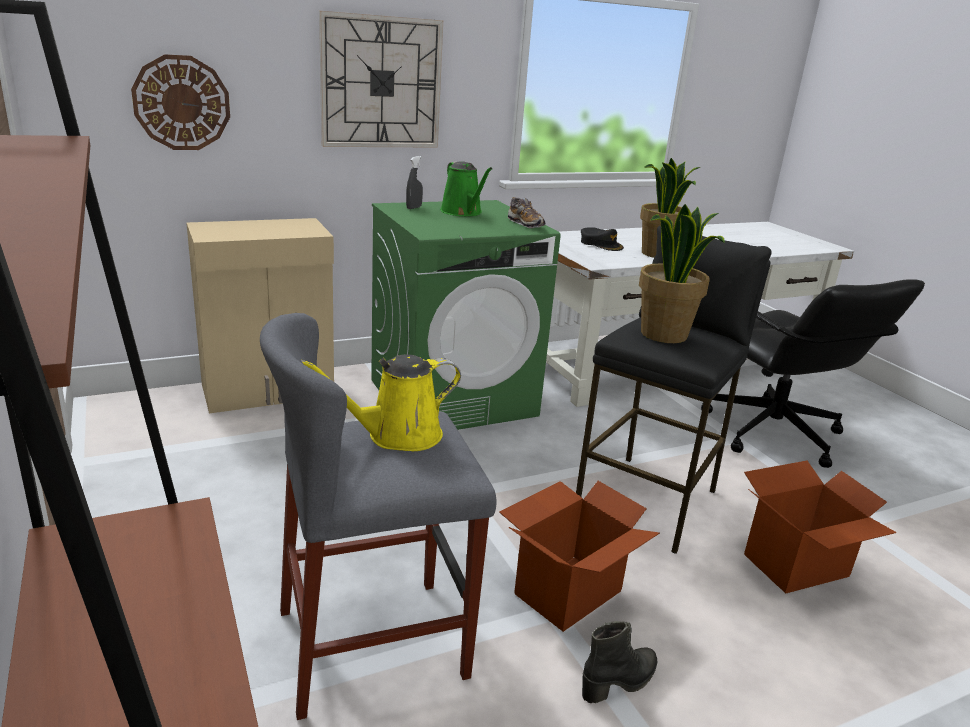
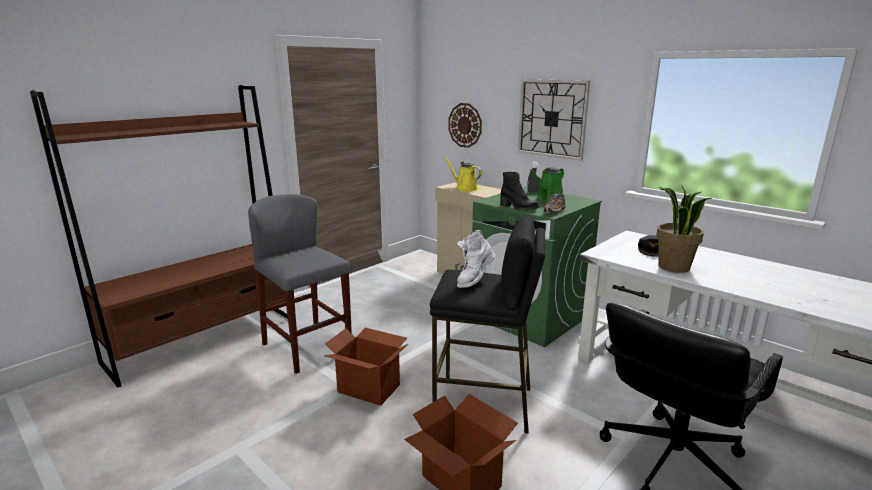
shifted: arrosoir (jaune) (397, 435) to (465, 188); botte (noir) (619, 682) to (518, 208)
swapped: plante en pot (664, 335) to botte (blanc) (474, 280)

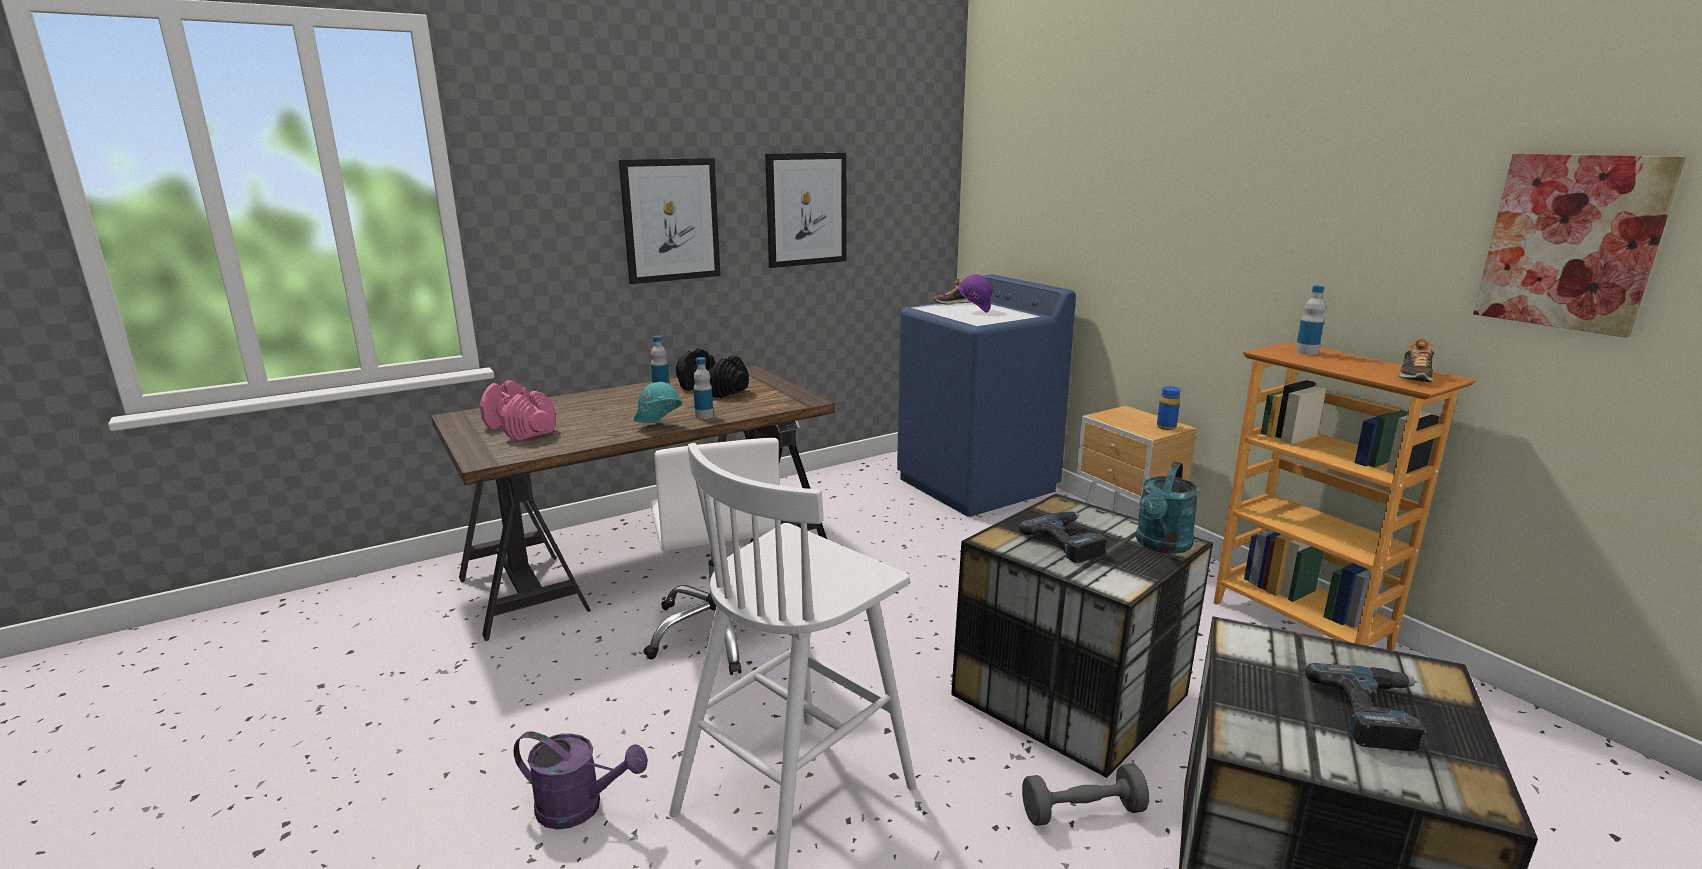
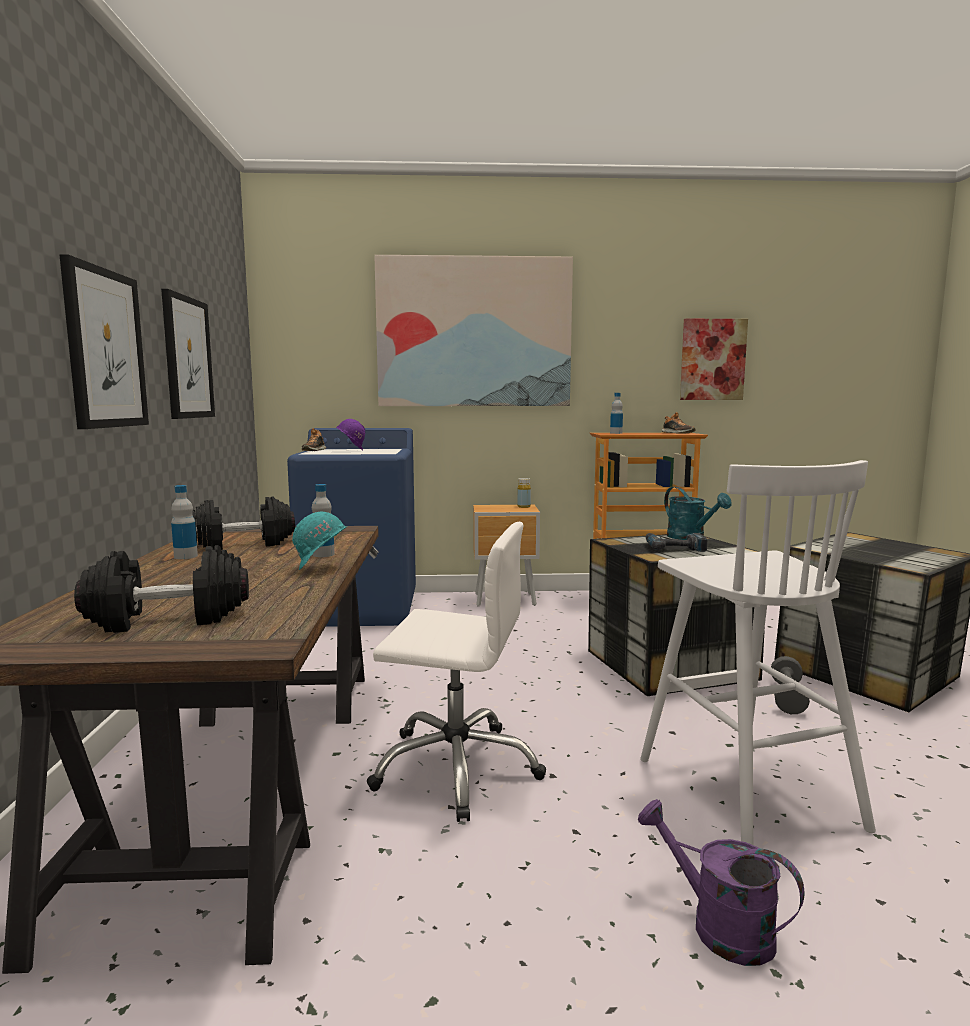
gone: perceuse (1375, 713)
new: tableau (474, 332)
repainted: haltère (rose) (519, 429) to haltère (noir) (168, 619); bouteille (bleu) (1166, 427) to bouteille (jaune) (524, 506)
rotated: arrosoir (violet) (580, 808) = (718, 925) 90 degrees counterclockwise

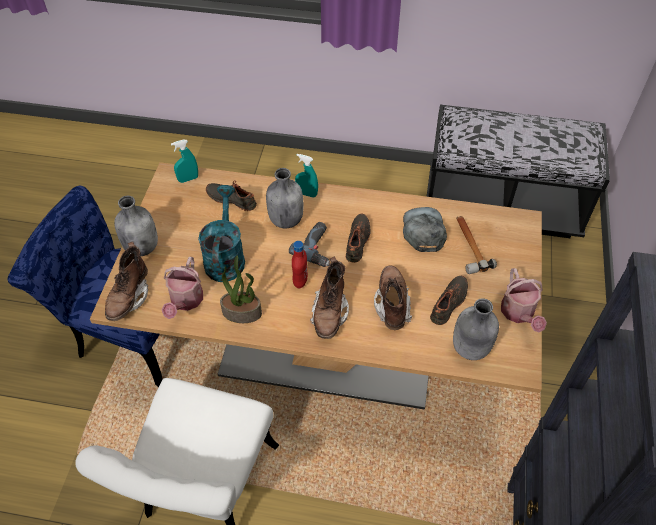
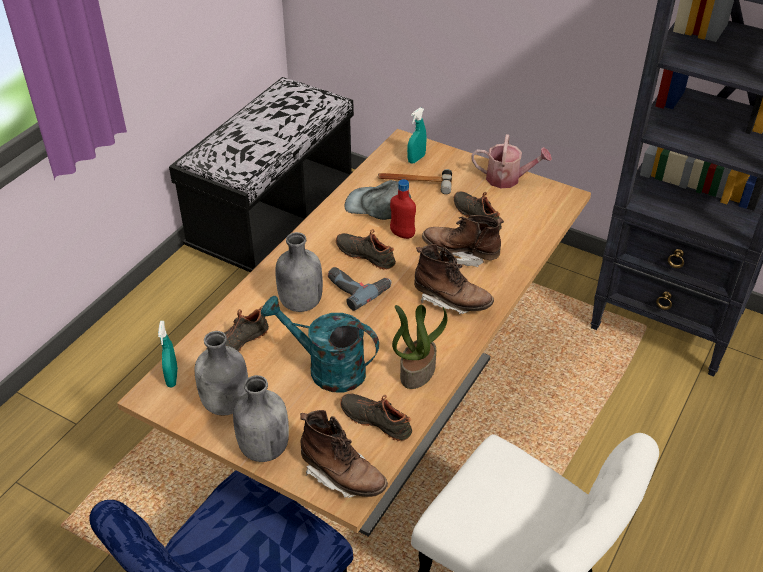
shifted: bouteille (gris) (470, 348) to (226, 404); bouteille (rouge) (300, 281) to (402, 234); vaporisateur (turquoise) (307, 194) to (416, 159)
swapped: arrosoir (185, 301) to chaussure (noir) (377, 420)

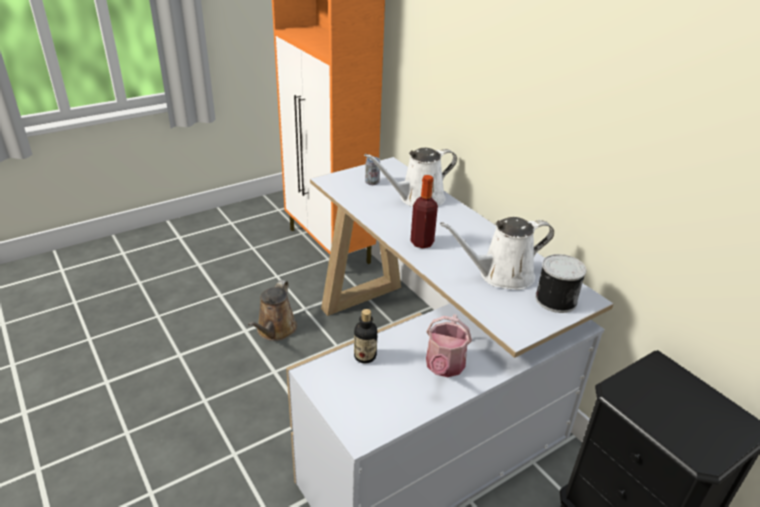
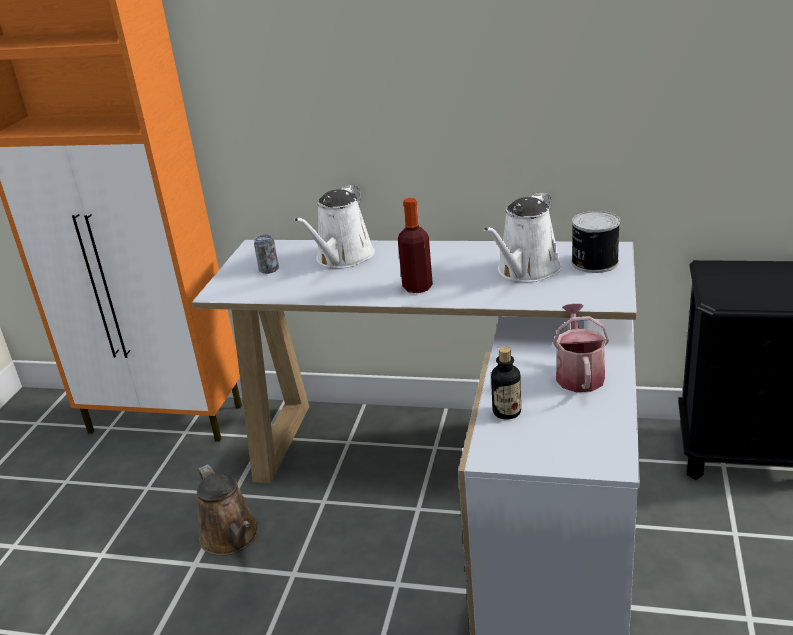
rotated: arrosoir (444, 367) = (579, 374) 150 degrees counterclockwise

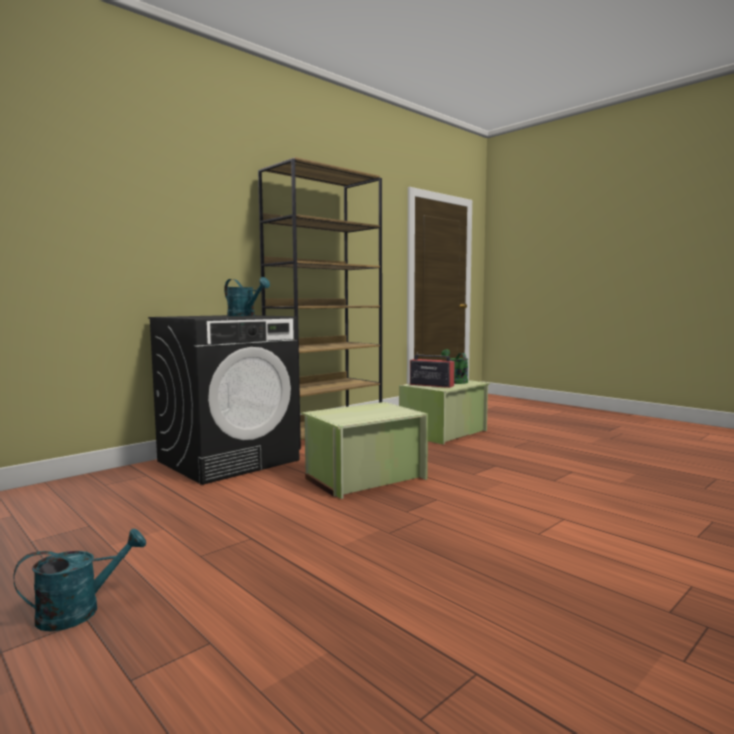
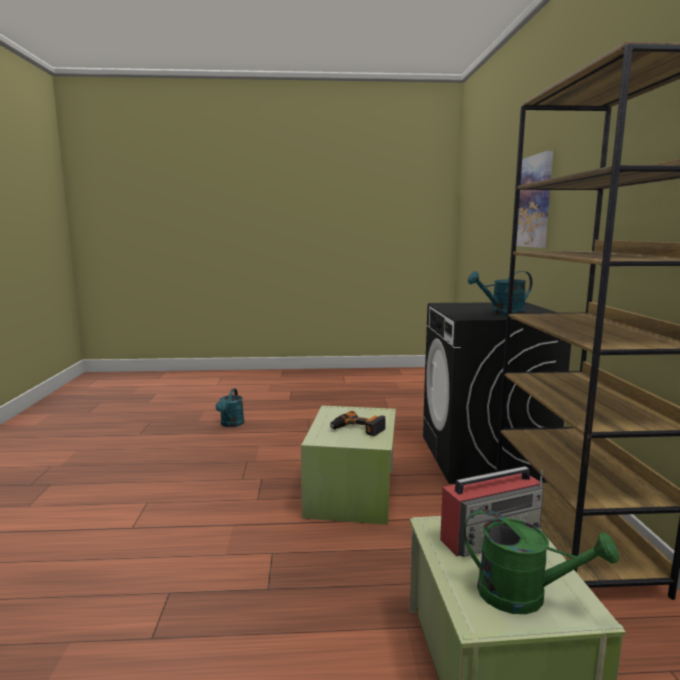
new: perceuse (357, 429); tableau (534, 202)
shifted: arrosoir (turquoise) (80, 611) to (231, 424)

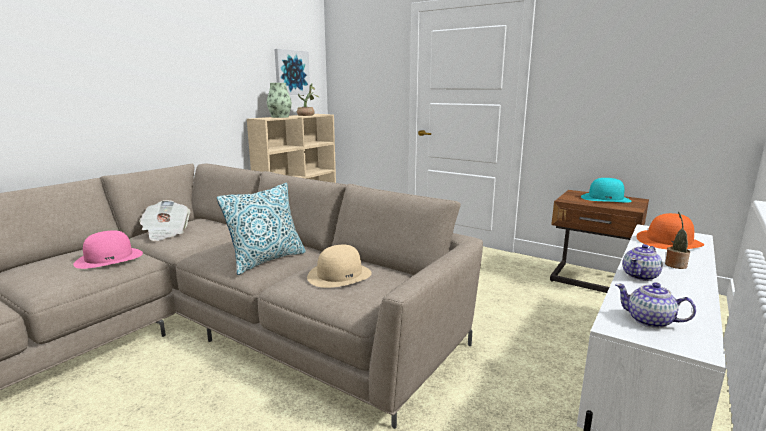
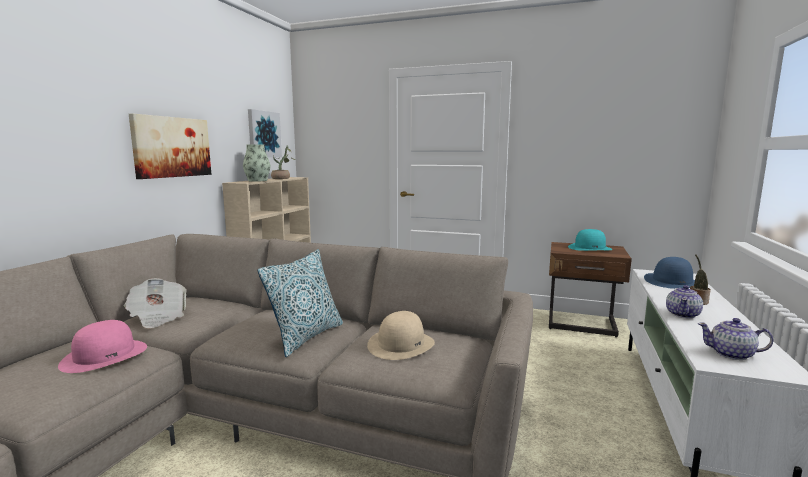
new: tableau (172, 147)
repainted: chapeau (orange) (669, 241) to chapeau (bleu) (672, 281)

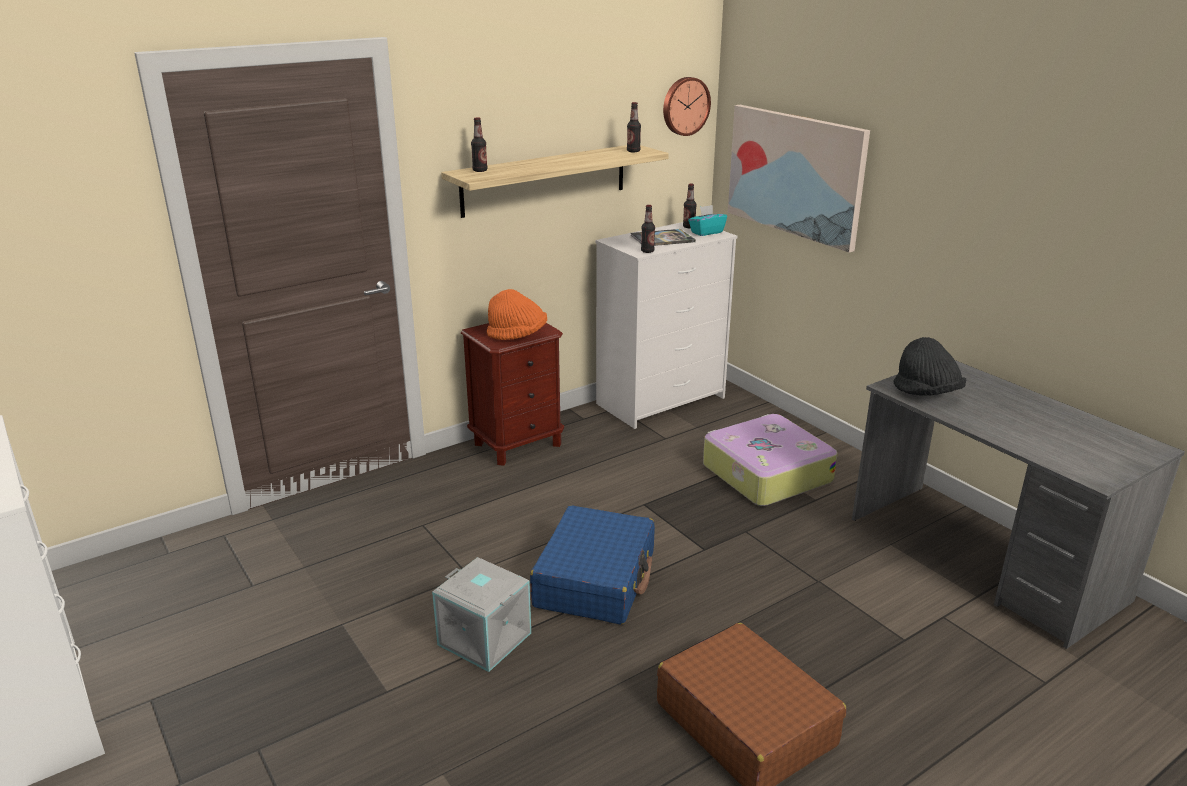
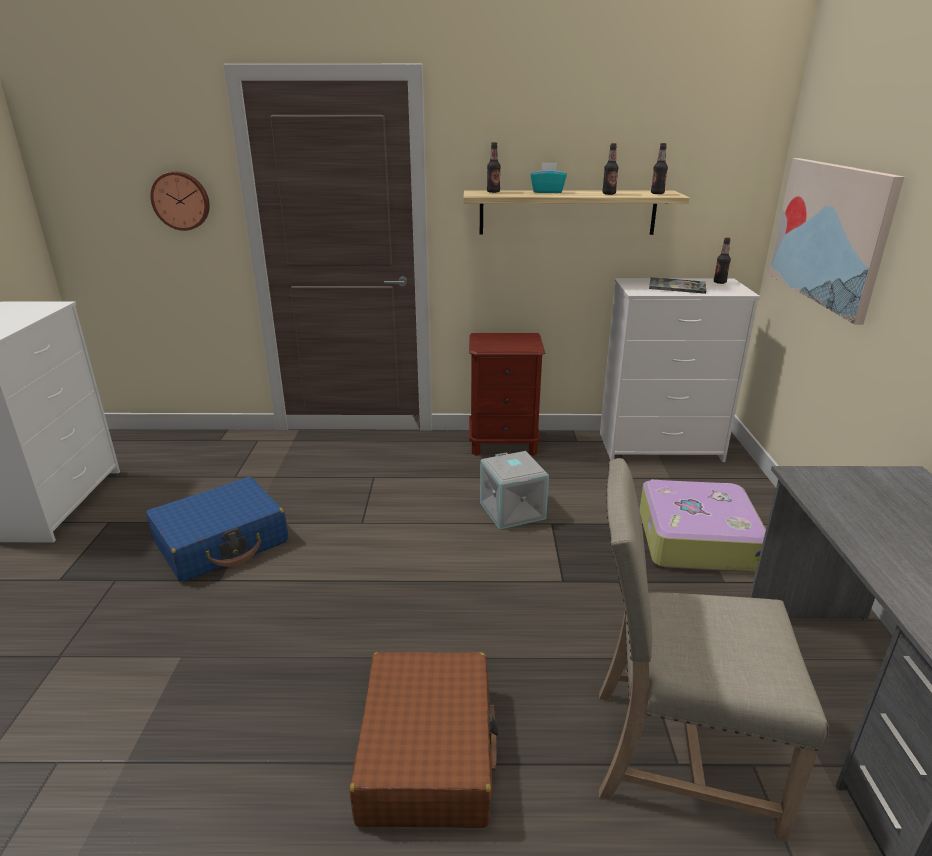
gone: chapeau (orange) (518, 336); chapeau (noir) (926, 394)
new: chaise (beige) (675, 753)
shifted: valise (bleu) (595, 579) to (222, 542); horloge murale (685, 106) to (181, 201); boîte de rangement (gris) (486, 638) to (513, 510); boîte à mouchoirs (turquoise) (706, 232) to (547, 192); bouteille (647, 251) to (608, 194)

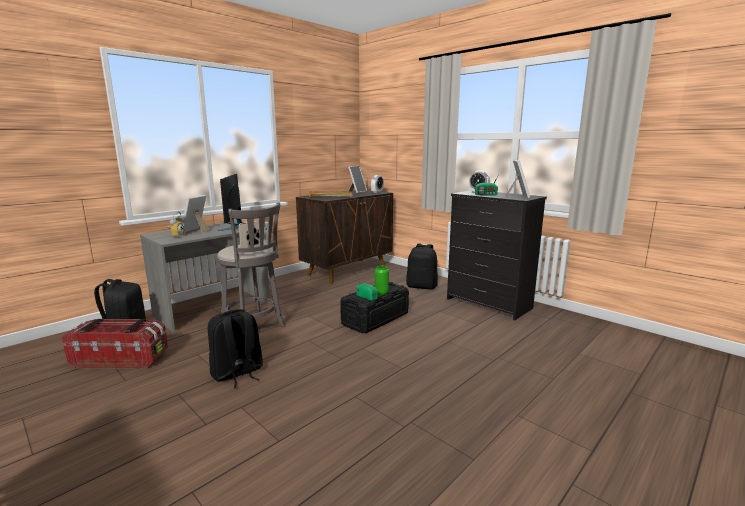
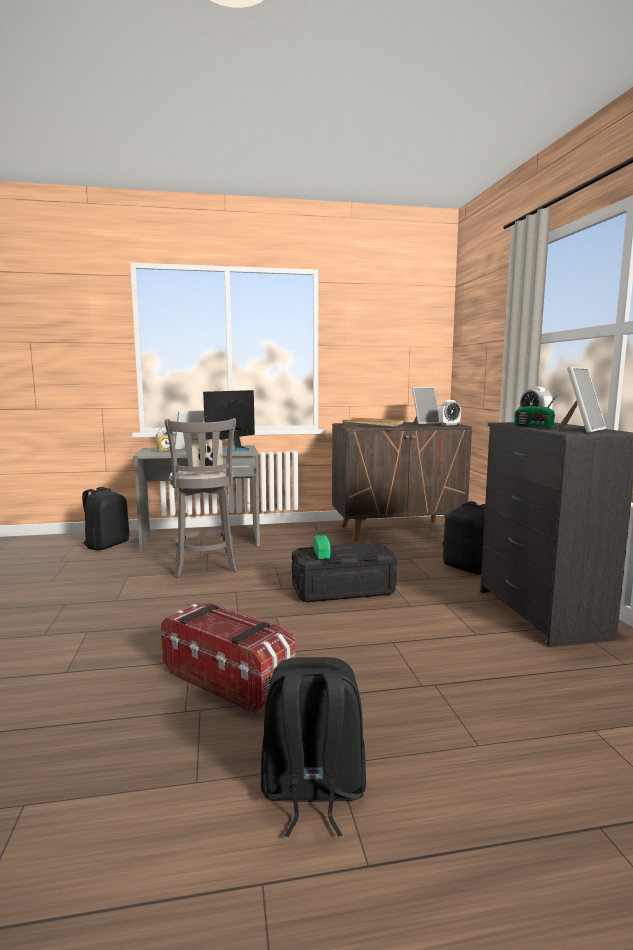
gone: vase (vert) (381, 293)
shifted: boîte de rangement (121, 359) to (229, 679); sac à dos (noir) (237, 373) to (312, 792)

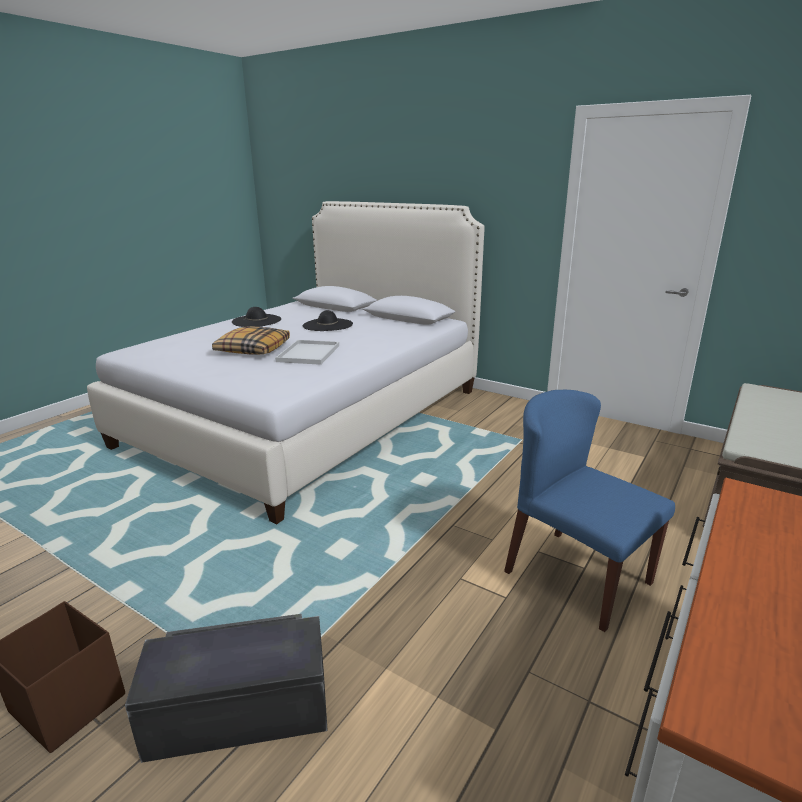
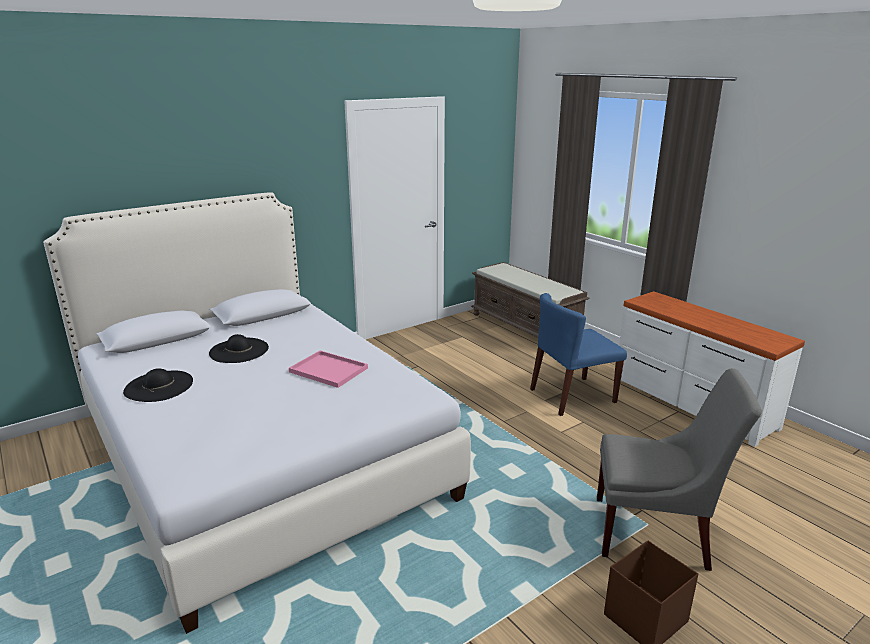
gone: coussin (253, 349)
swapped: boîte de rangement (noir) (239, 709) to chaise (gris) (656, 533)
repainted: plateau (blanc) (308, 353) to plateau (rose) (327, 370)

